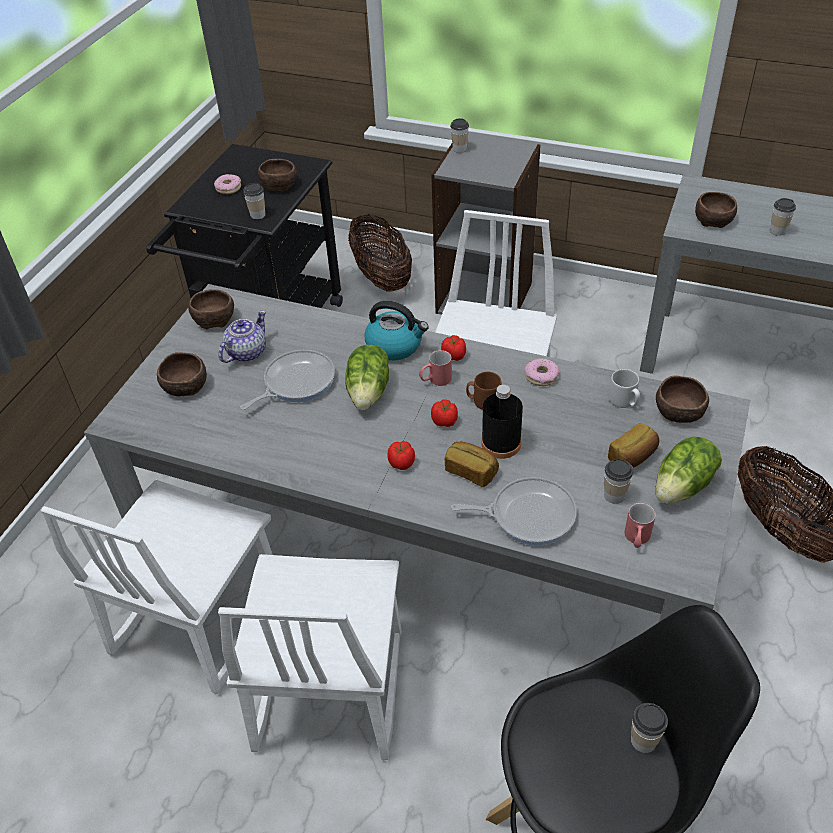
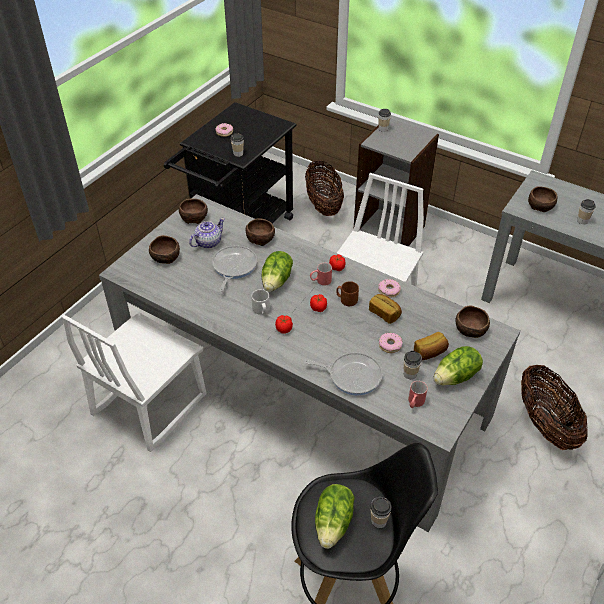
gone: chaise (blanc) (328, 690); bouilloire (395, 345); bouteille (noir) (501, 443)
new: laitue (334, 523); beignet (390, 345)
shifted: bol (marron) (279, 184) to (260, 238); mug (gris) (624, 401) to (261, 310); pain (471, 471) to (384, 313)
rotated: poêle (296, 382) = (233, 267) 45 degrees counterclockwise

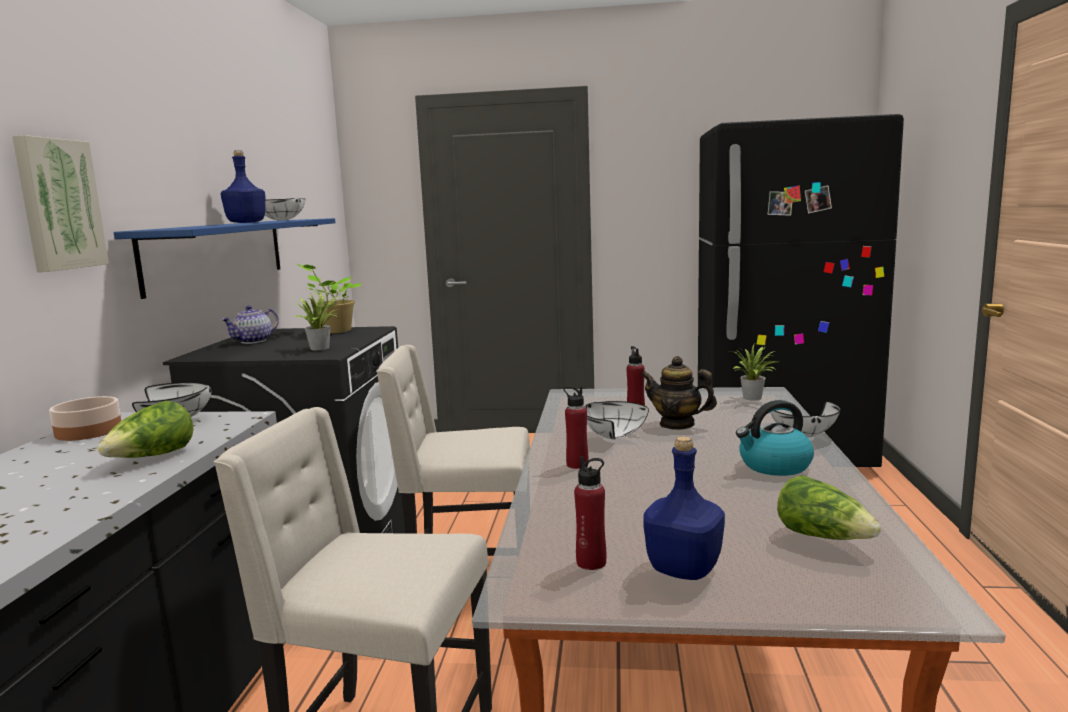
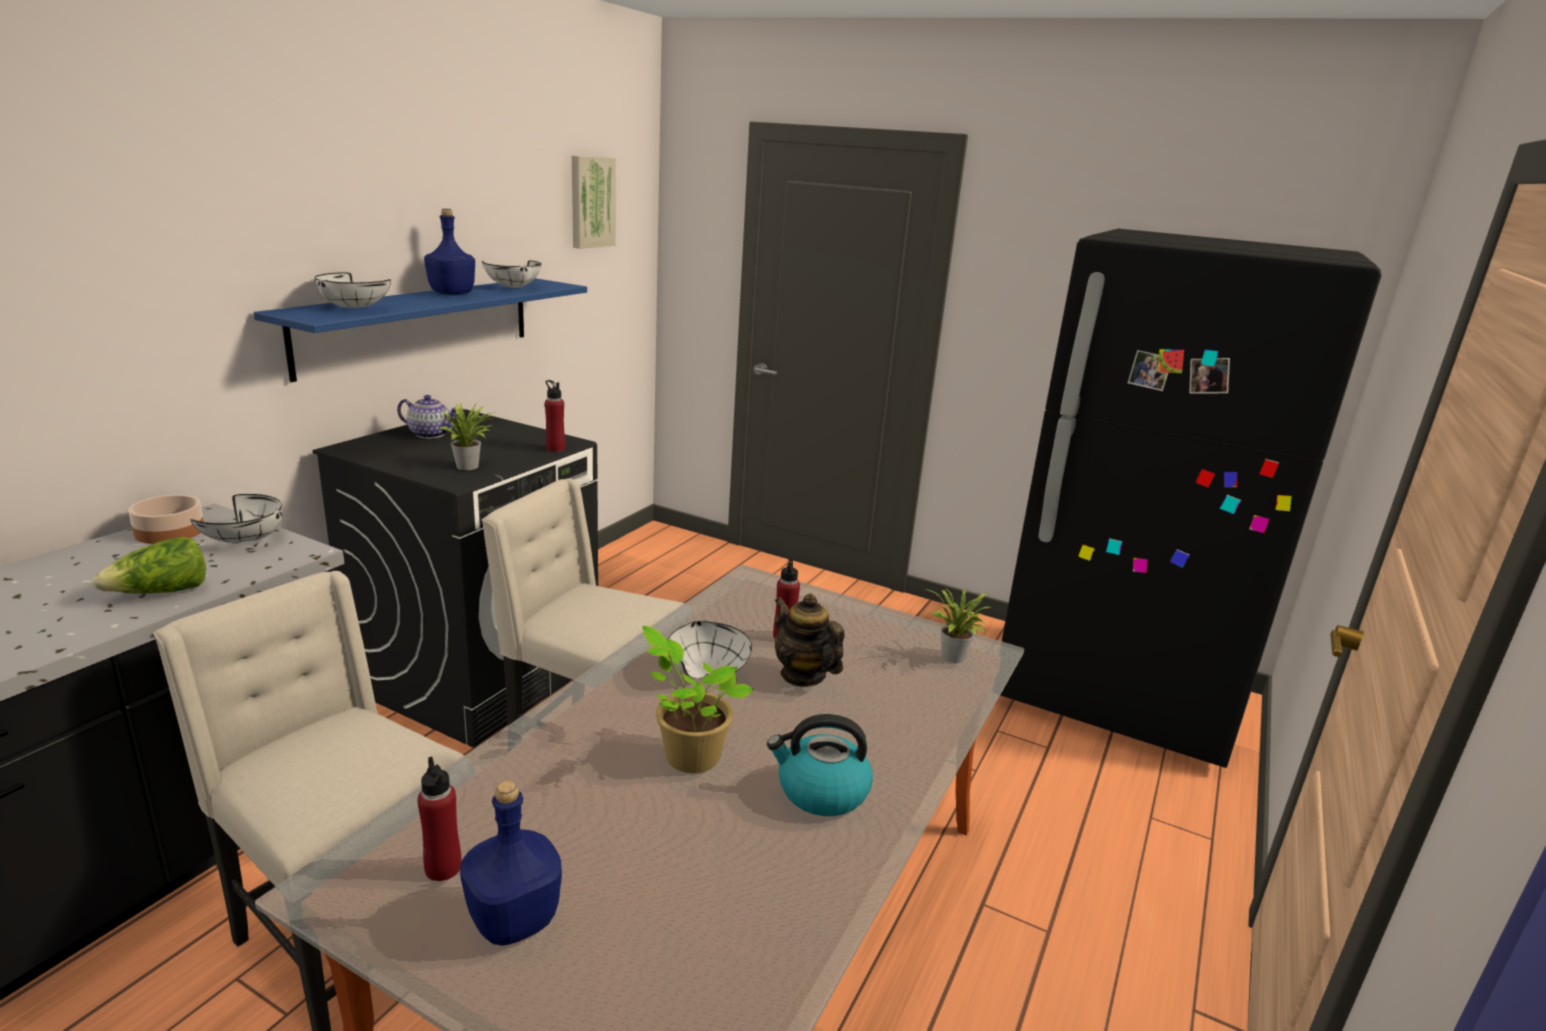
gone: laitue (823, 537)
shifted: bol (blanc) (806, 436) to (350, 308); bouteille (rouge) (577, 464) to (555, 448); tableau (58, 204) to (591, 202); plante en pot (333, 331) to (688, 755)
rotated: théière (253, 341) = (431, 434) 135 degrees counterclockwise

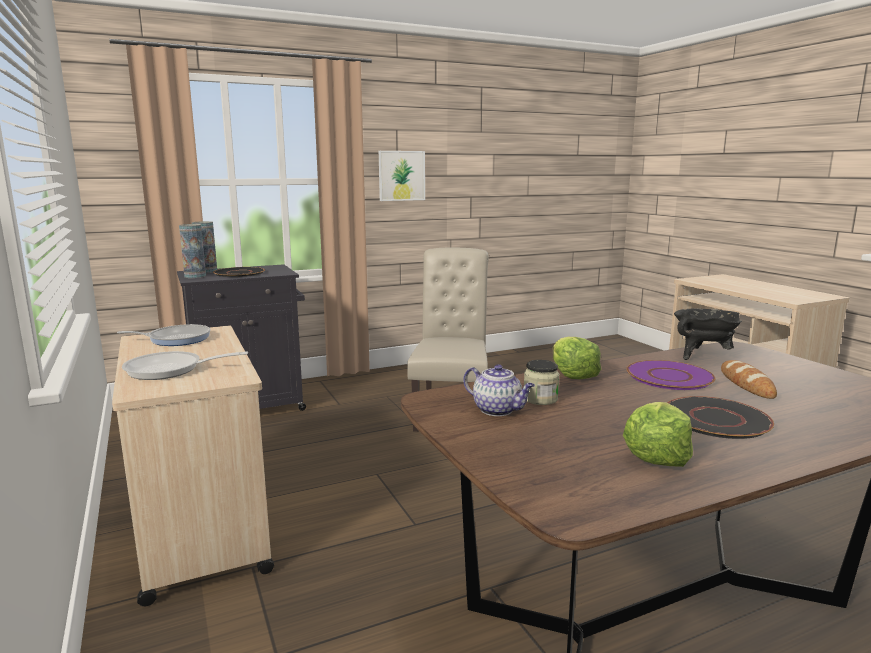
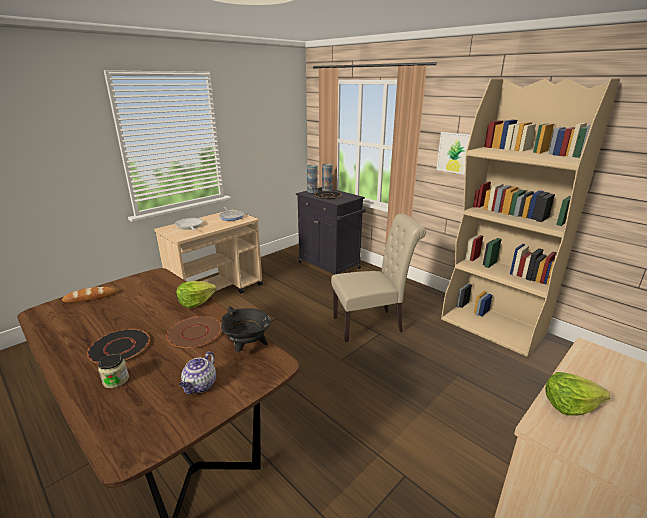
new: bibliothèque (beige) (493, 326)
shifted: pain (746, 384) to (91, 297); bocal (540, 399) to (116, 380); théière (498, 410) to (200, 386); laitue (656, 455) to (569, 404)
repainted: assiette (violet) (670, 376) to assiette (marron) (195, 333)

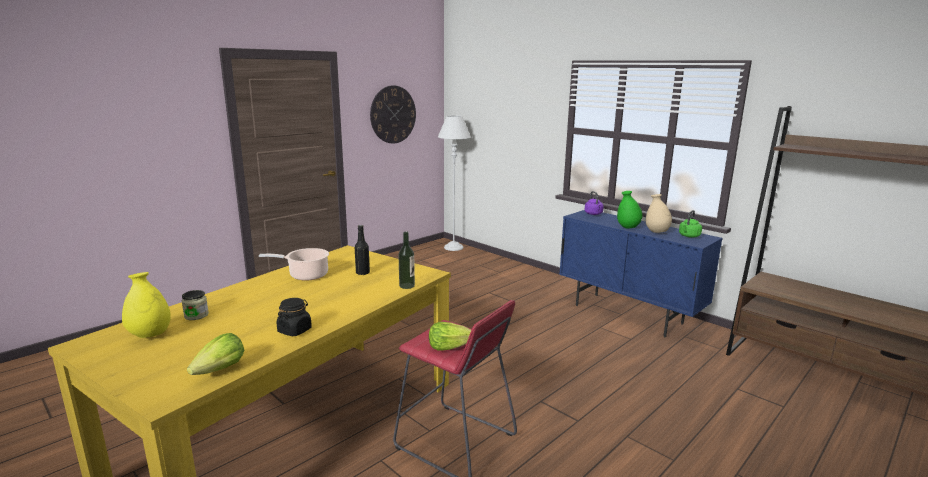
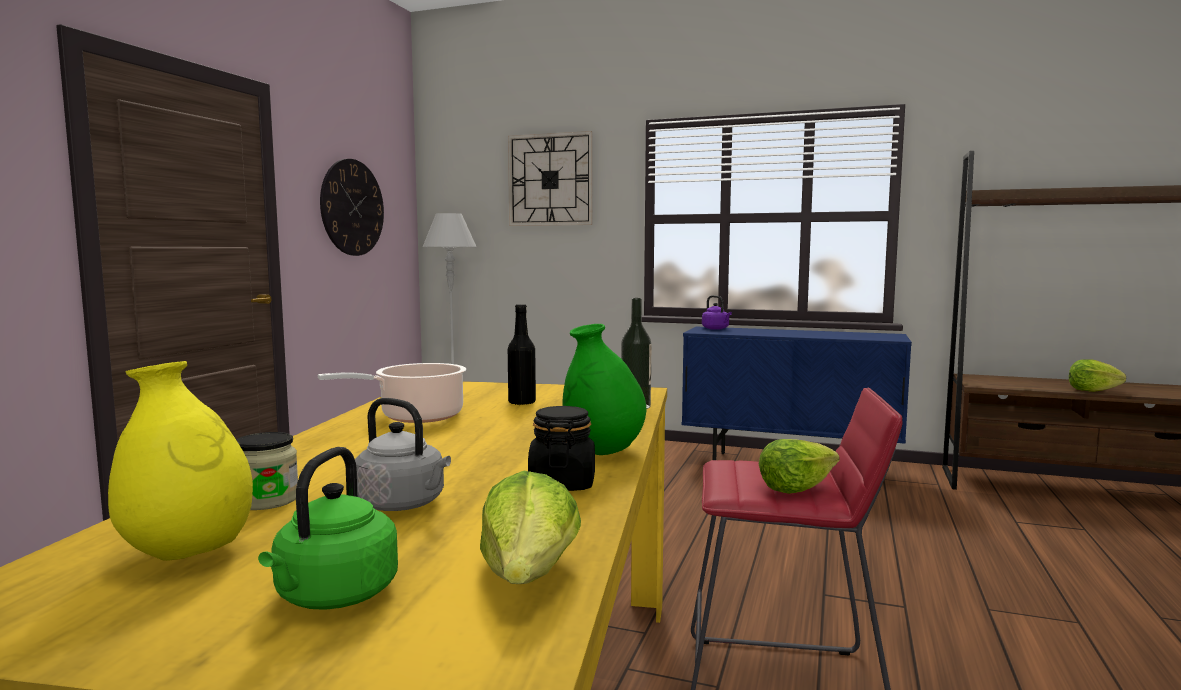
gone: vase (beige) (657, 232)
new: bouilloire (gris) (404, 504); horloge murale (550, 180); laitue (1092, 390)
shifted: bouilloire (vert) (688, 236) to (333, 597); vase (vert) (628, 227) to (603, 452)

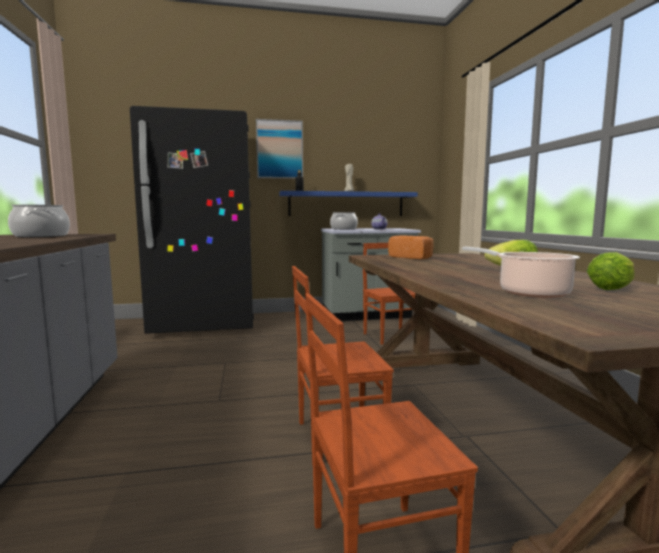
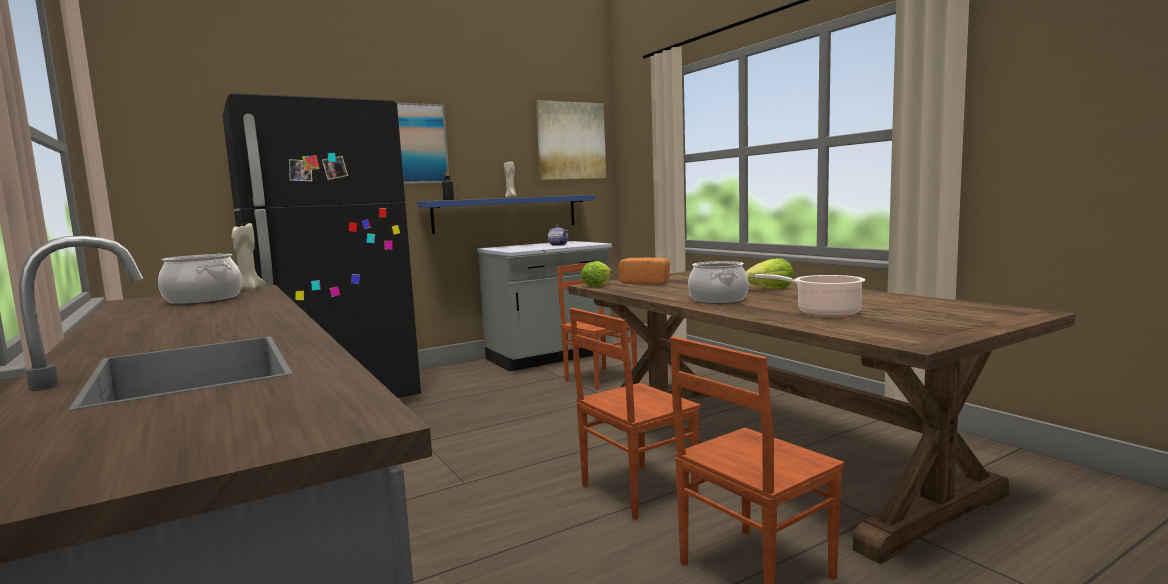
new: bougie (beige) (248, 289); tableau (571, 141)
shifted: laitue (612, 288) to (598, 285); marmite (343, 229) to (717, 299)

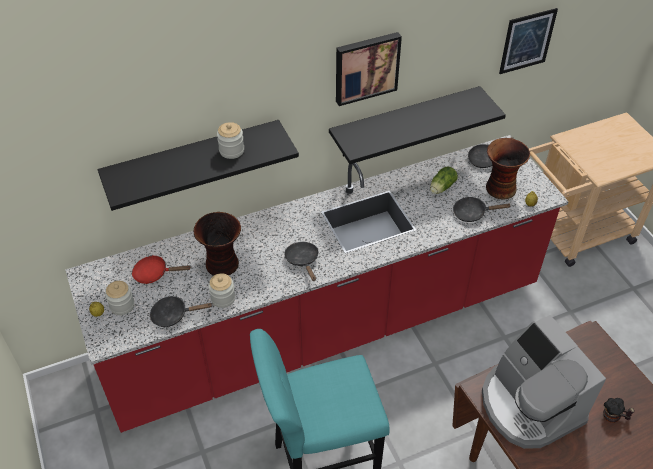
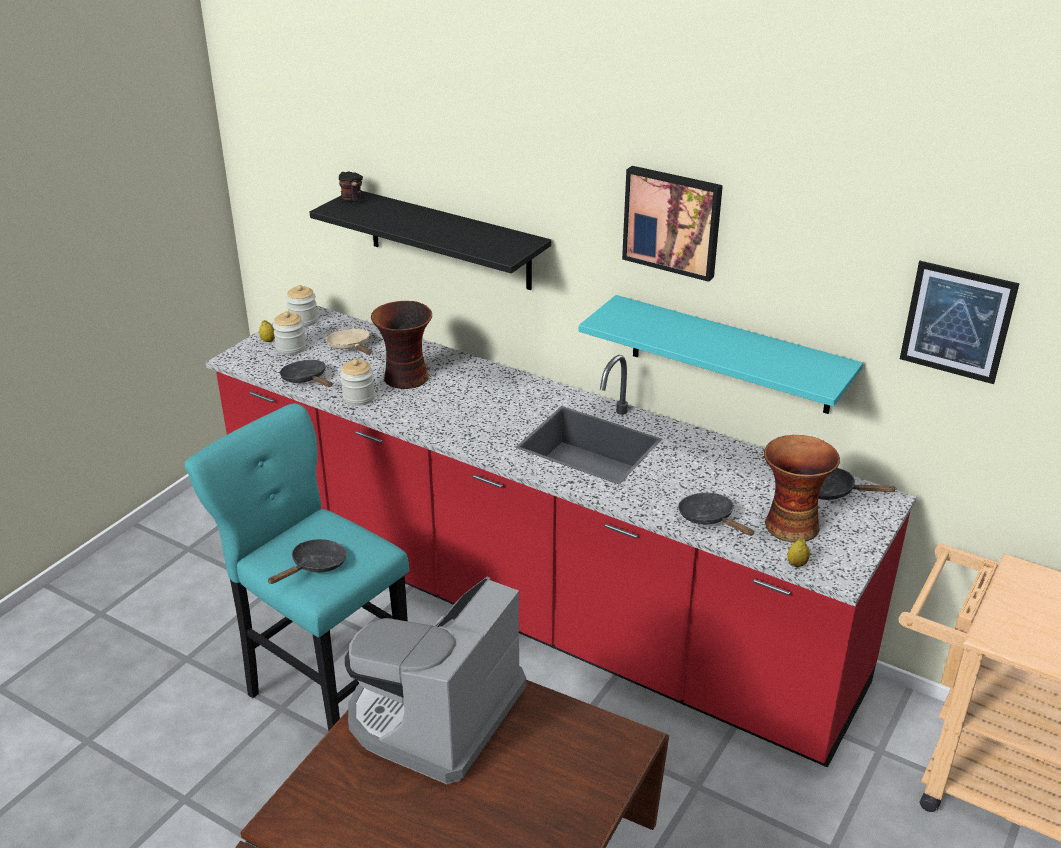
gone: laitue (441, 188)
shifted: poêle (noir) (303, 260) to (315, 566); bocal (231, 150) to (303, 320); mug (614, 417) to (352, 199)
repainted: poêle (rouge) (154, 273) to poêle (beige) (351, 347); étagère (noir) (404, 122) to étagère (turquoise) (730, 355)

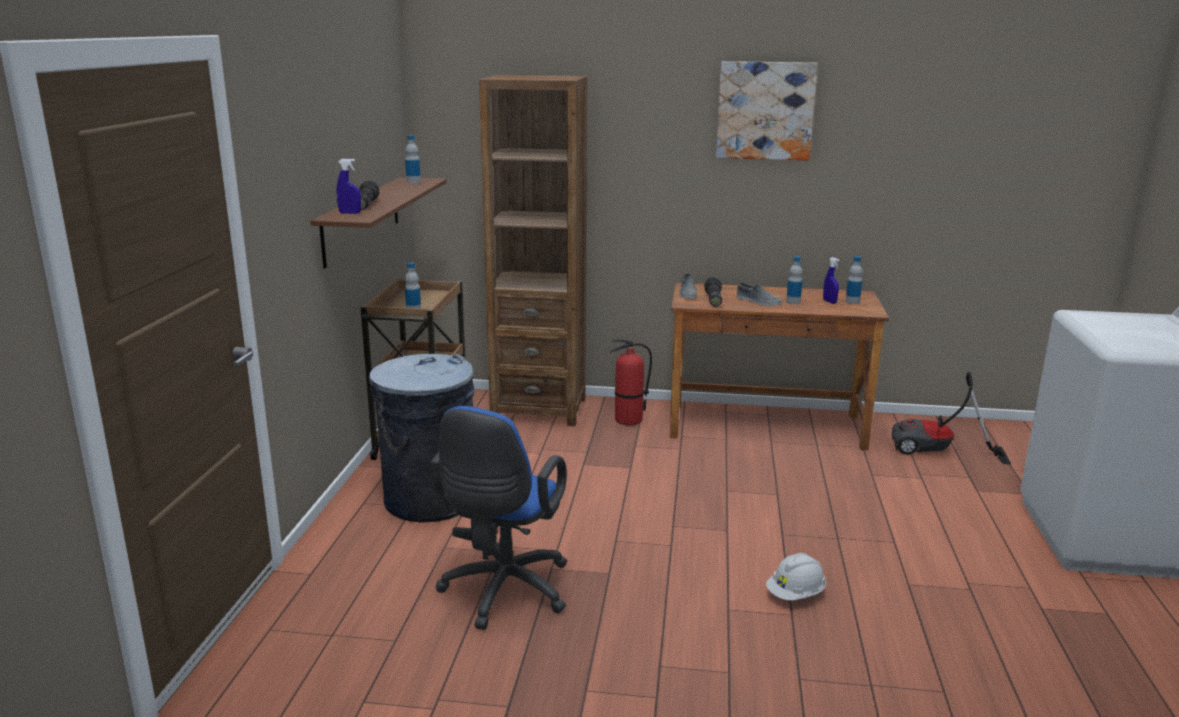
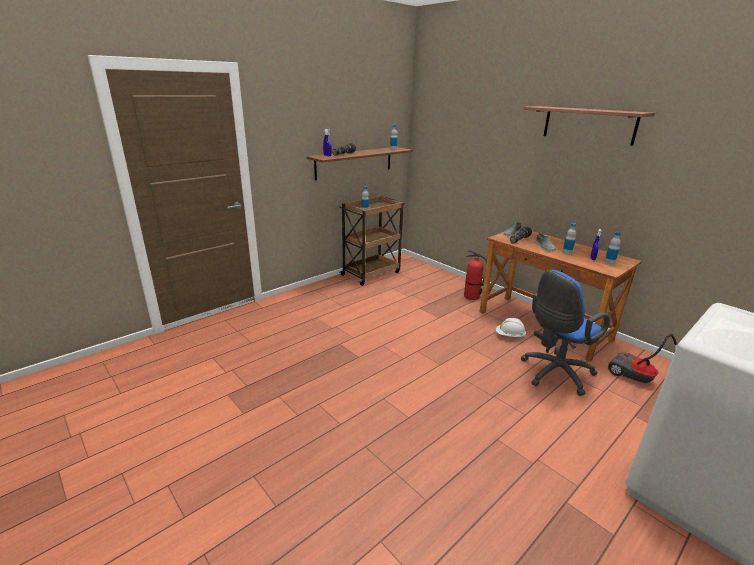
gone: poubelle (gris) (429, 499); bibliothèque (marron) (539, 409)
shifted: casque de chantier (blanc) (795, 594) to (509, 336); chaise de bureau (bleu) (503, 593) to (554, 374)
swapped: tableau (765, 110) to étagère (588, 125)

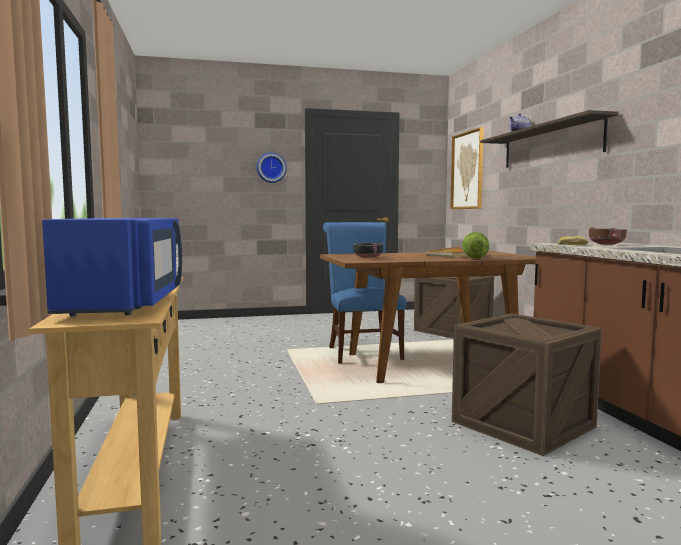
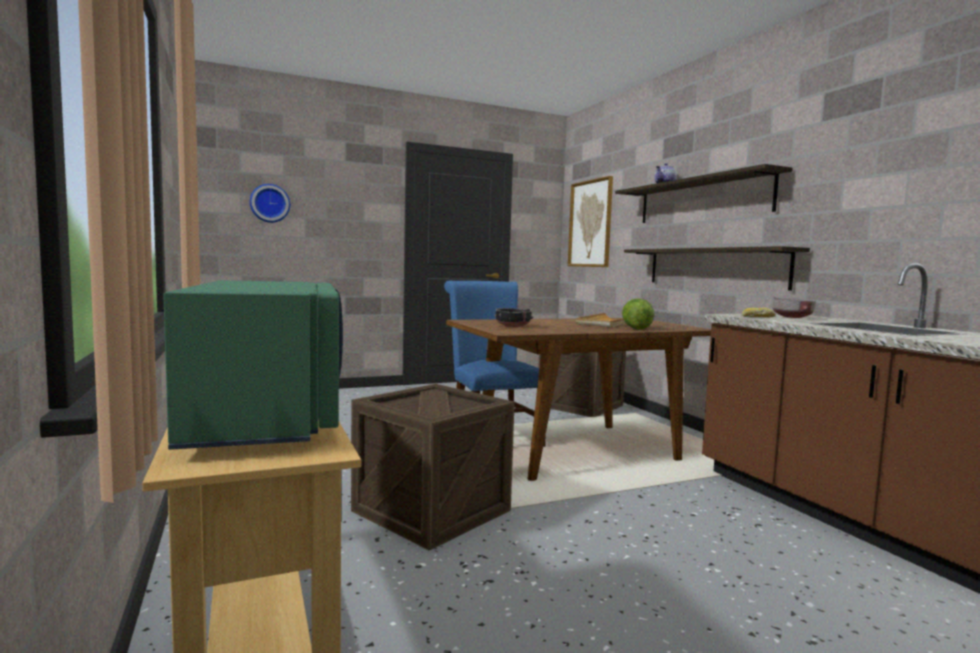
new: étagère (713, 267)
shifted: horloge murale (271, 168) to (270, 203); caisse (523, 424) to (431, 510)
repainted: micro-ondes (bleu) (126, 304) to micro-ondes (vert) (269, 415); bol (marron) (606, 244) to bol (gris) (792, 317)

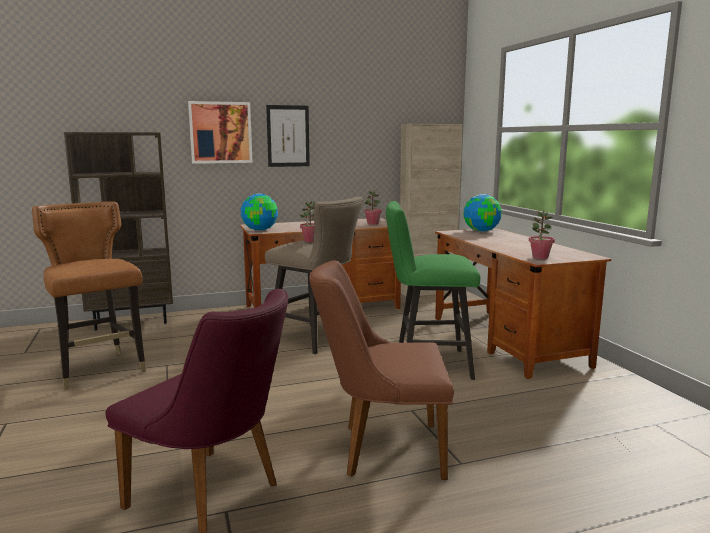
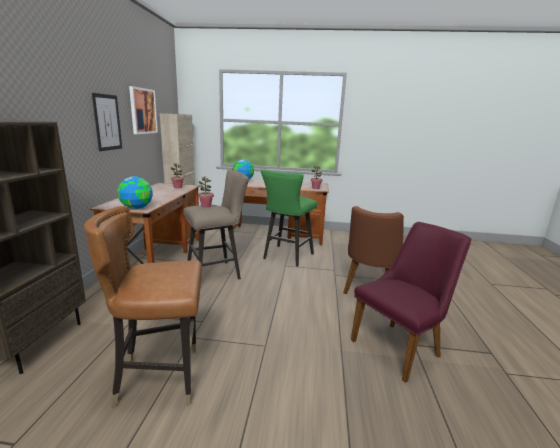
shifted: tableau (220, 132) to (143, 111)

